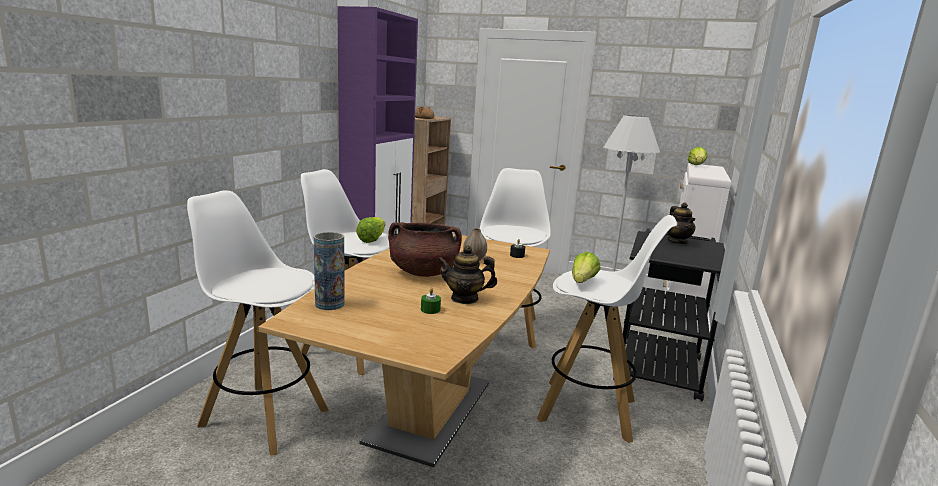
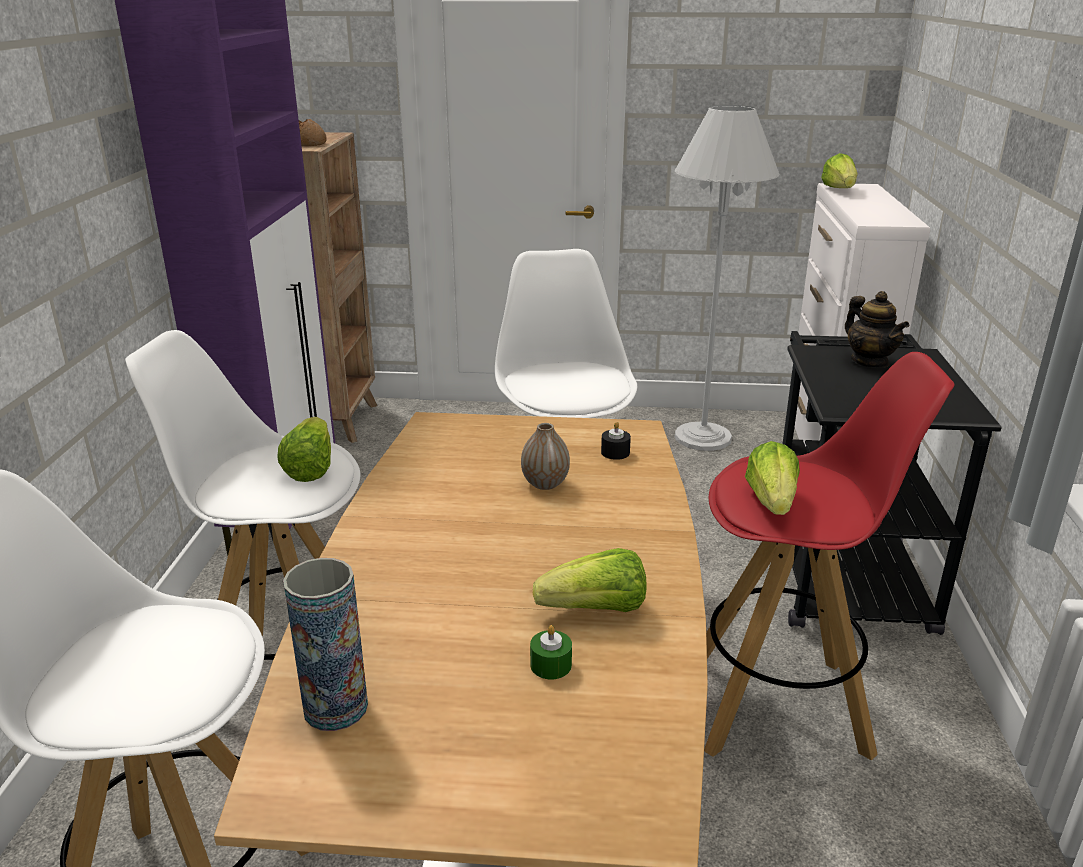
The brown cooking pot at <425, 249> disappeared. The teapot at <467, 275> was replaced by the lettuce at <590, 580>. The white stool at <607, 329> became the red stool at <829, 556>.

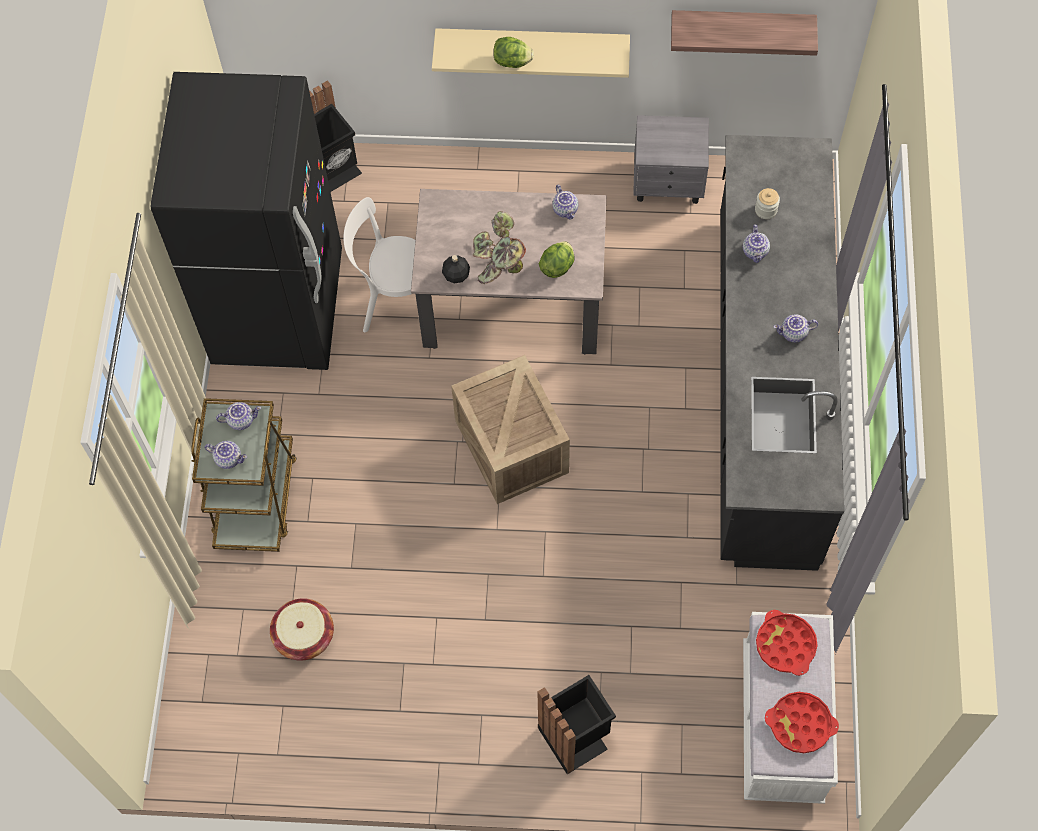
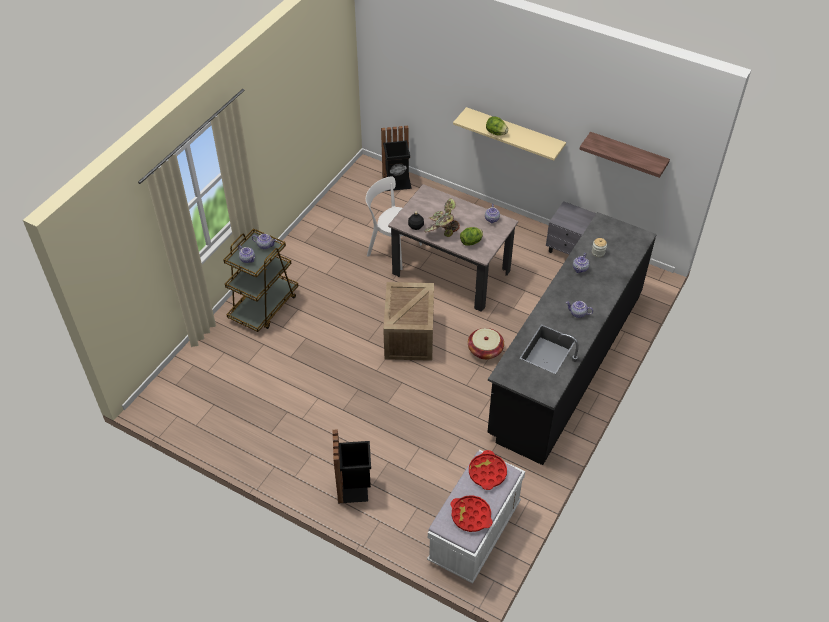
The black fridge at <246, 221> disappeared. The basket moved from <302, 629> to <486, 344>.

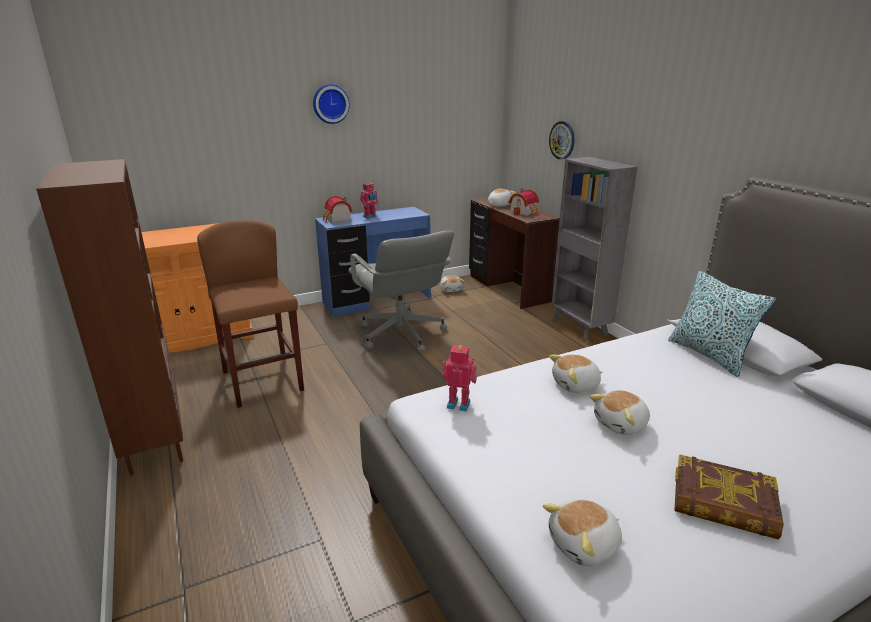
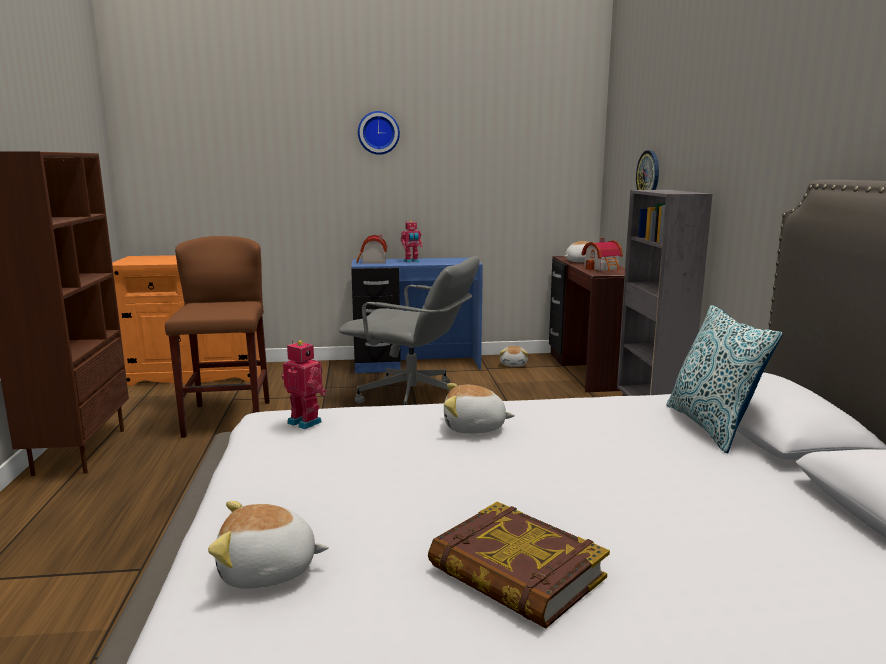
The plush toy at <620, 412> disappeared. The grey office chair at <401, 291> turned 60 degrees counterclockwise.

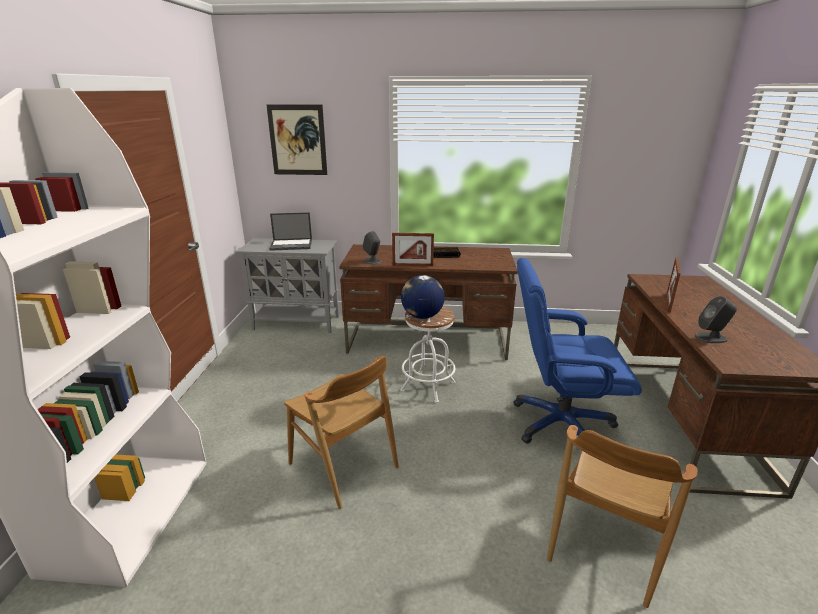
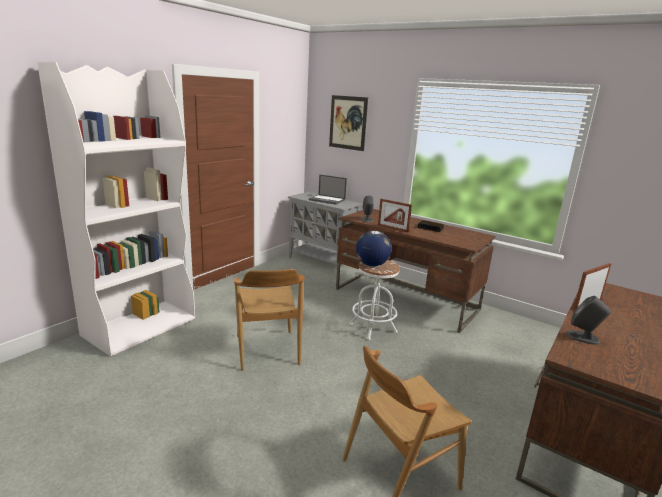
The blue office chair at <577, 351> disappeared.

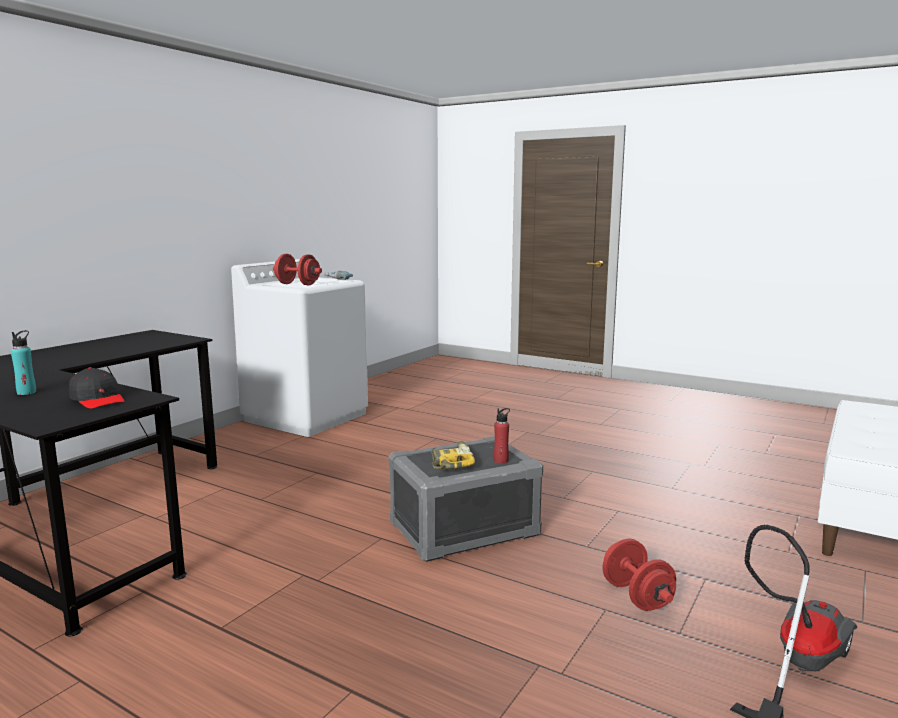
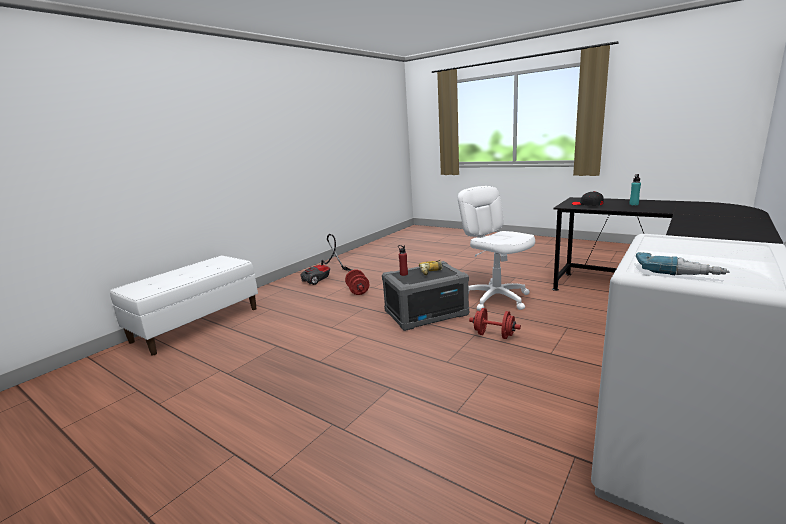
The white office chair at <496, 248> appeared. The red dumbbell moved from <297, 269> to <495, 323>.

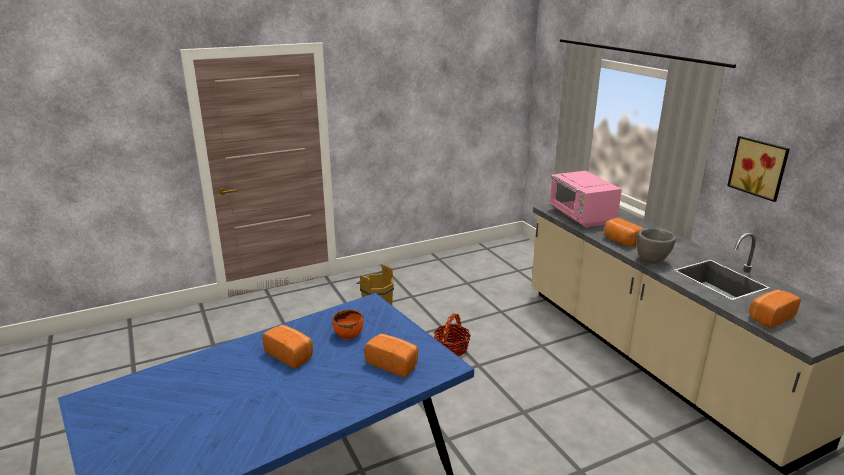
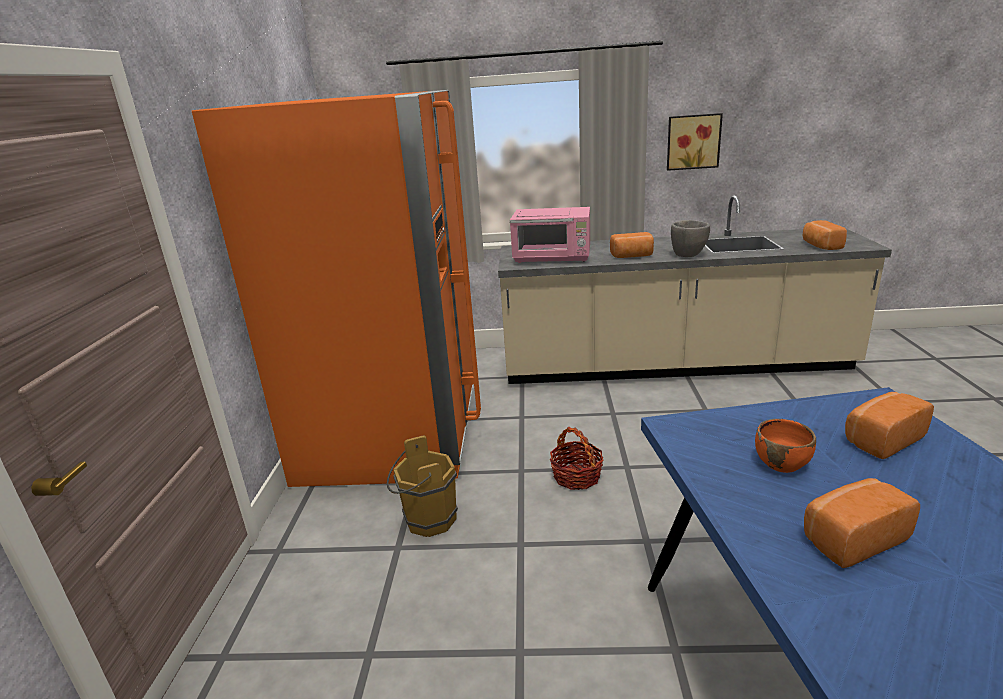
The orange fridge at <336, 288> appeared.

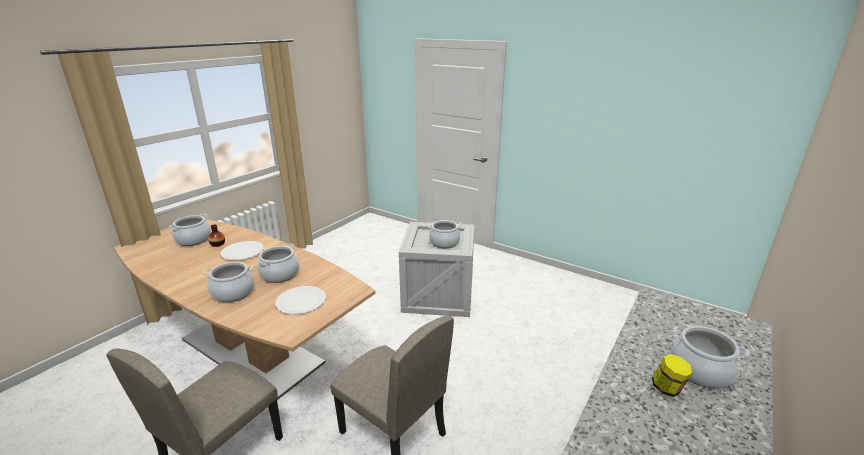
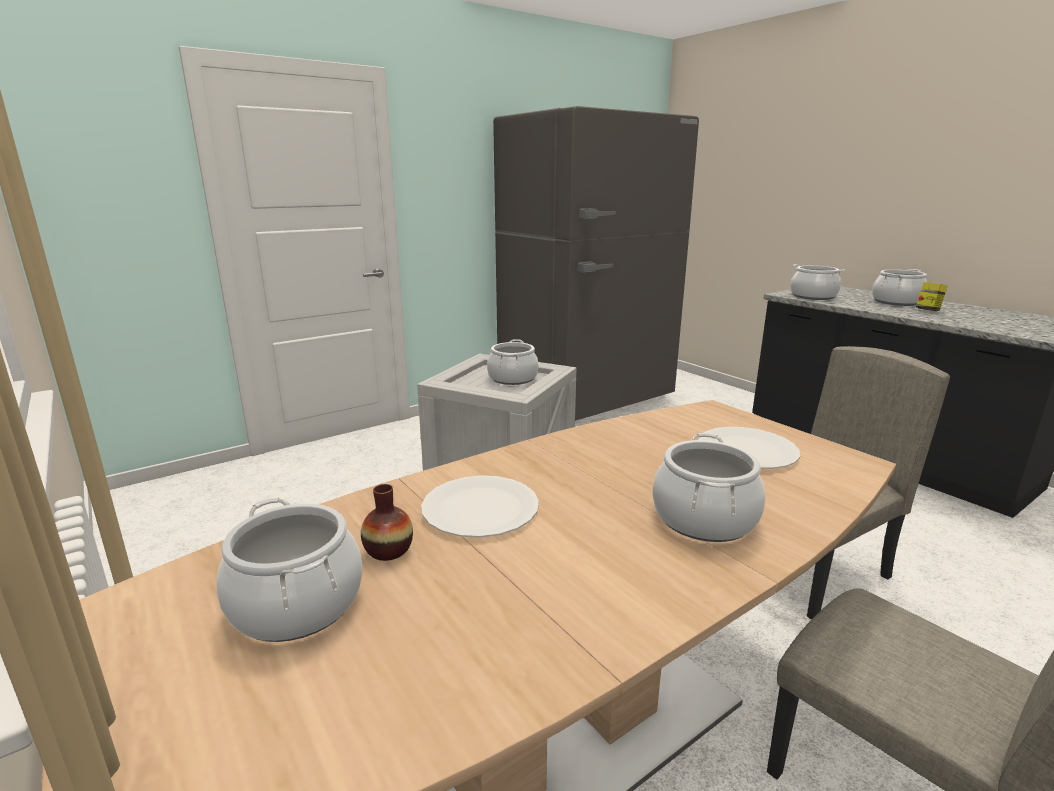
The grey fridge at <596, 263> appeared. The cooking pot moved from <278, 263> to <817, 282>.

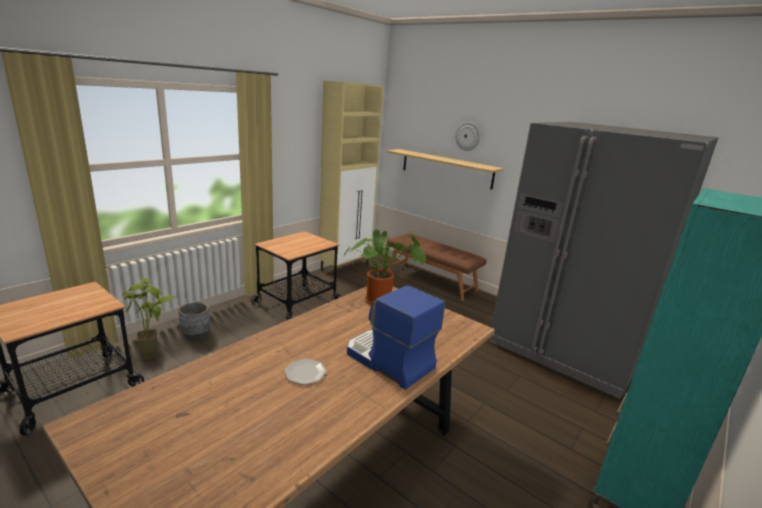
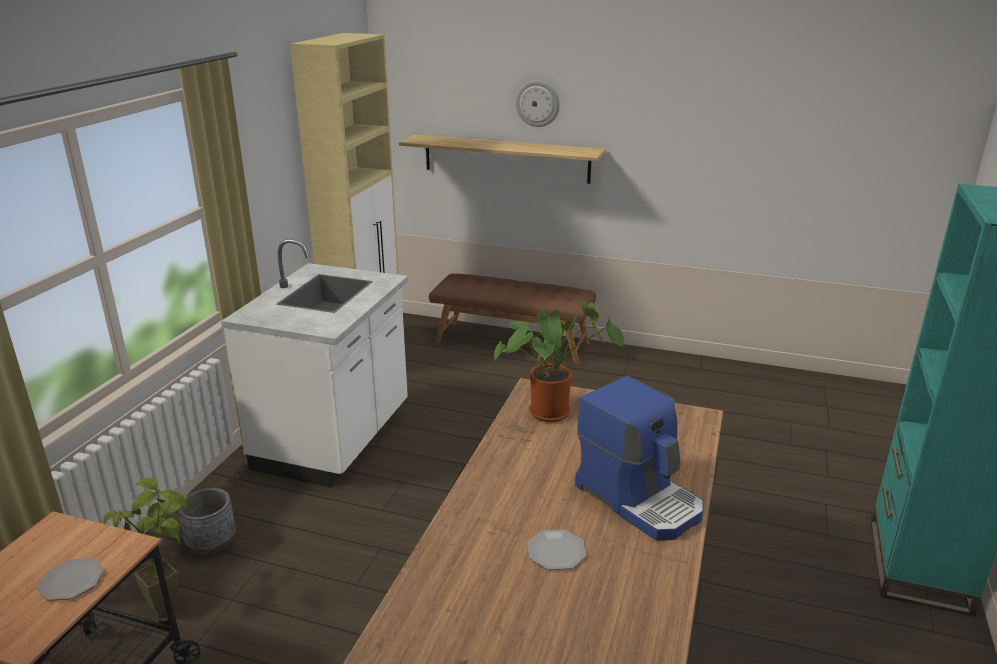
The grey fridge at <604, 260> disappeared. The plate at <70, 579> appeared. The cart at <296, 275> was replaced by the white counter at <314, 363>. The coffee machine at <396, 338> turned 150 degrees counterclockwise.

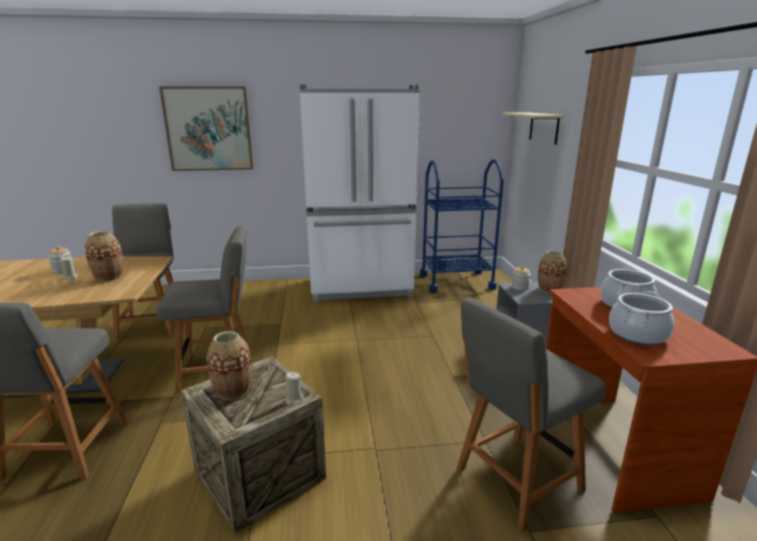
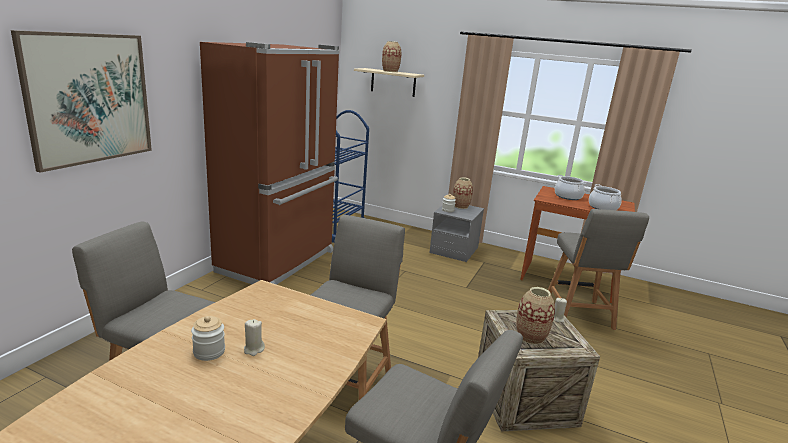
The vase moved from <104, 256> to <391, 56>. The white fridge at <360, 193> became the brown fridge at <269, 163>.

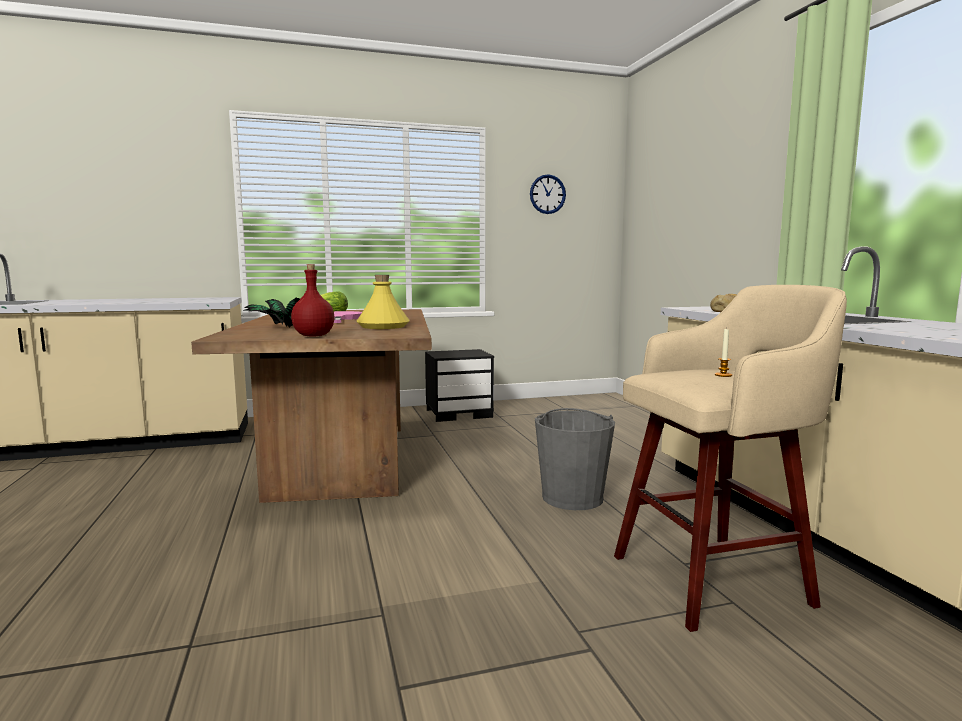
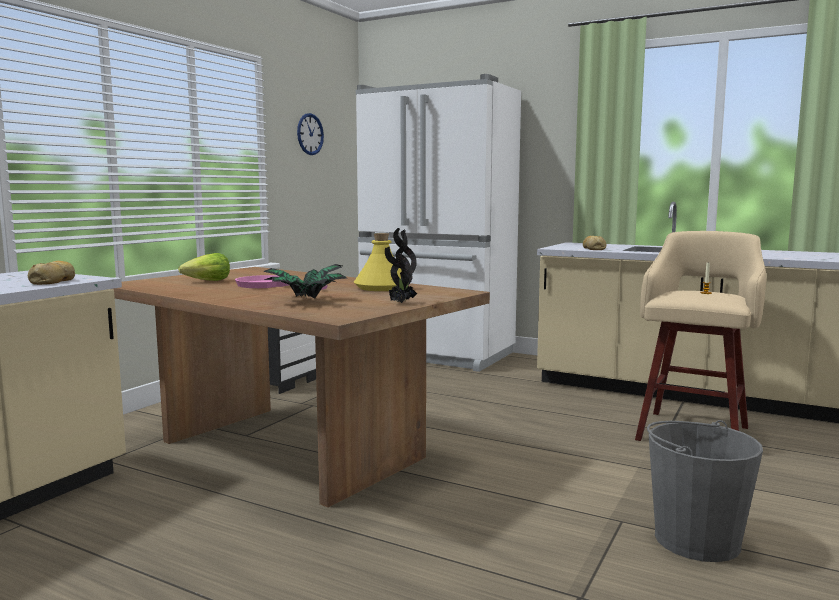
The bread at <51, 273> appeared. The white fridge at <438, 223> appeared. The grey bucket moved from <575, 459> to <705, 491>. The red bottle at <313, 300> was replaced by the potted plant at <401, 265>.

